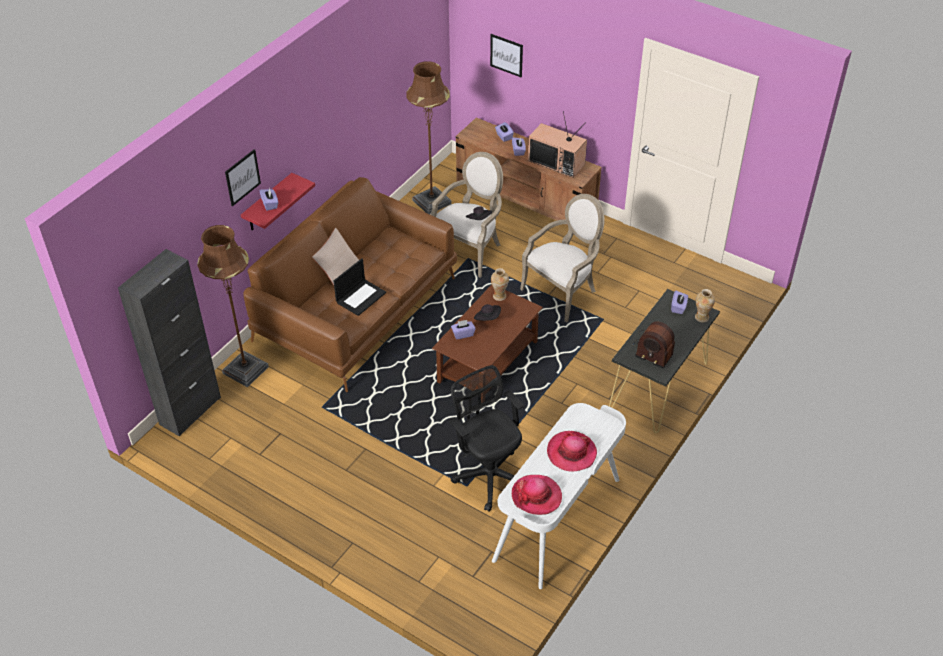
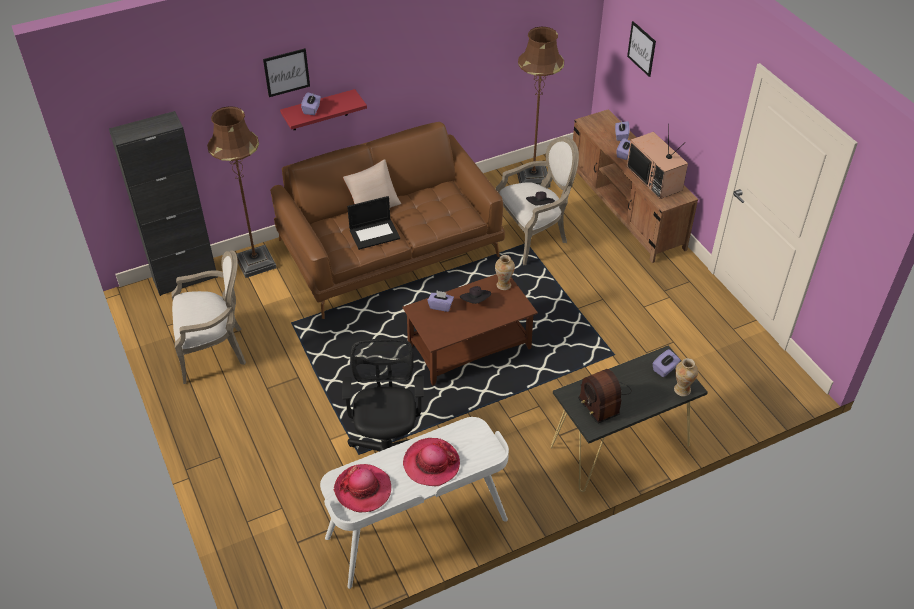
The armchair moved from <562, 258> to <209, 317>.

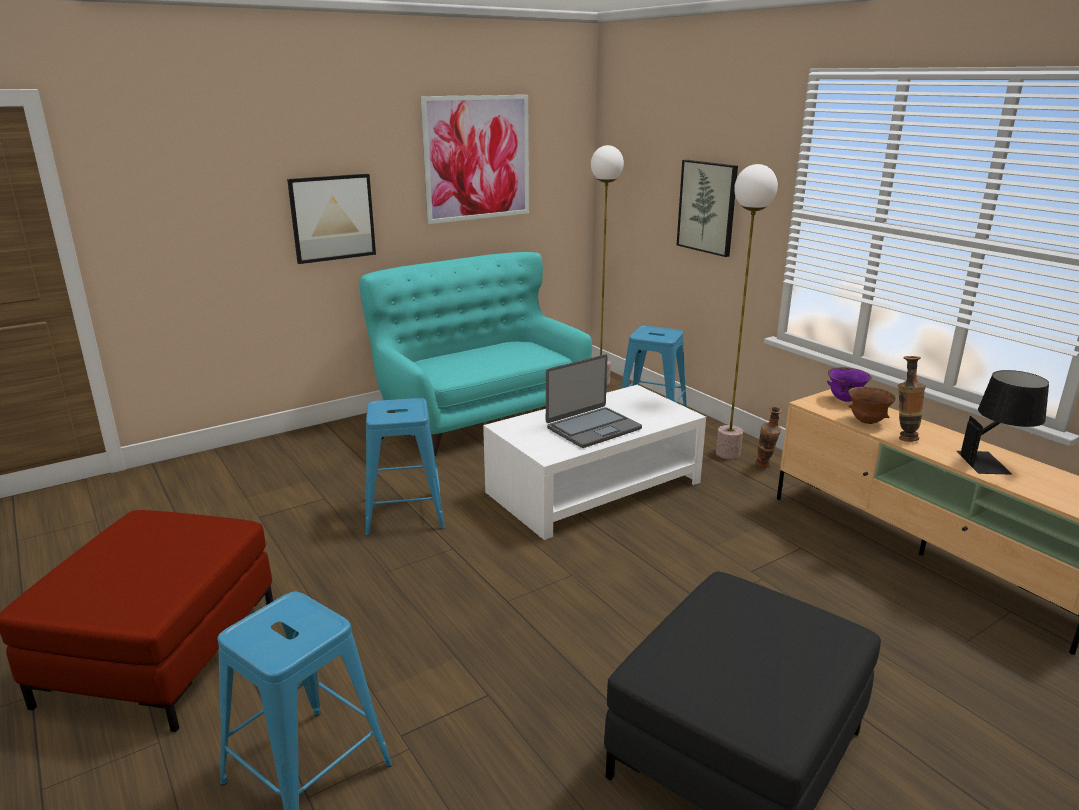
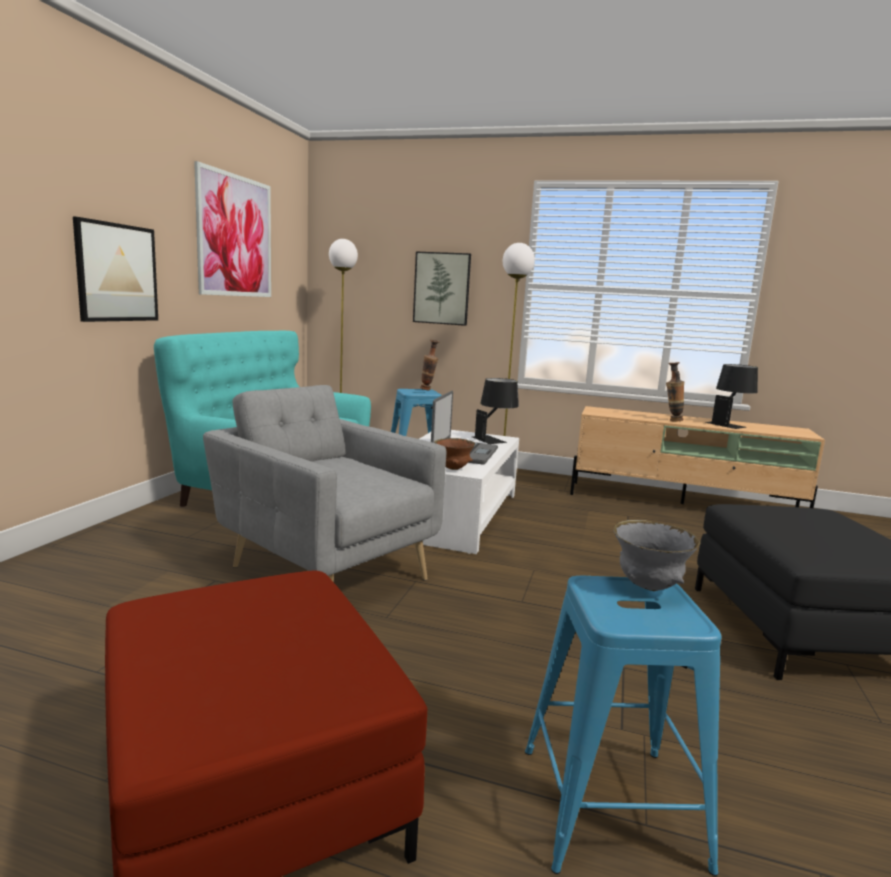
The purple bowl at <849, 384> disappeared. The black table lamp at <495, 411> appeared. The grey bowl at <656, 555> appeared. The vase moved from <769, 437> to <429, 365>. The brown bowl moved from <872, 405> to <454, 454>. The blue stool at <405, 467> was replaced by the grey armchair at <324, 483>.

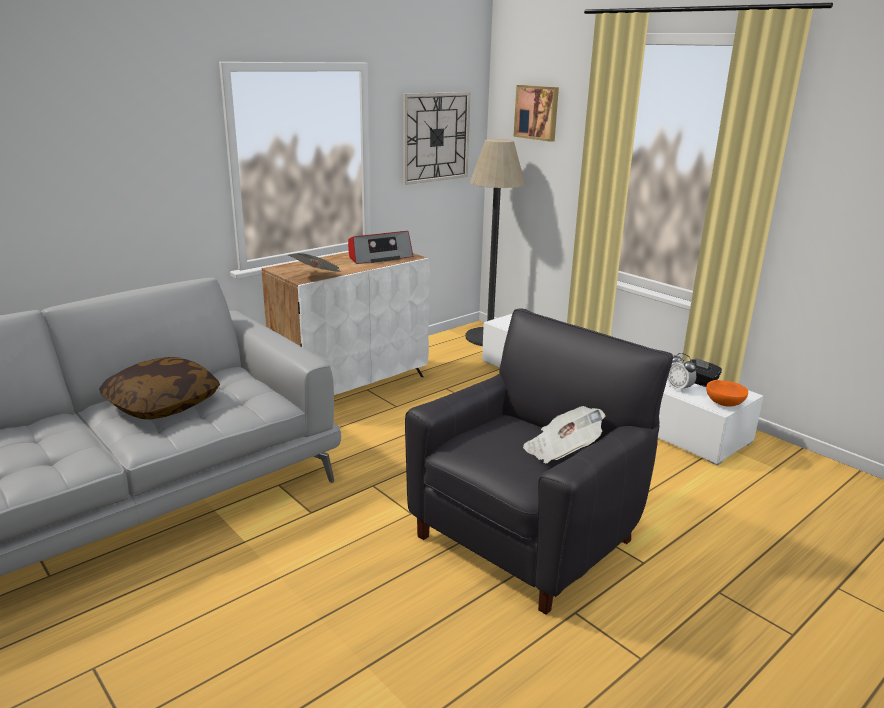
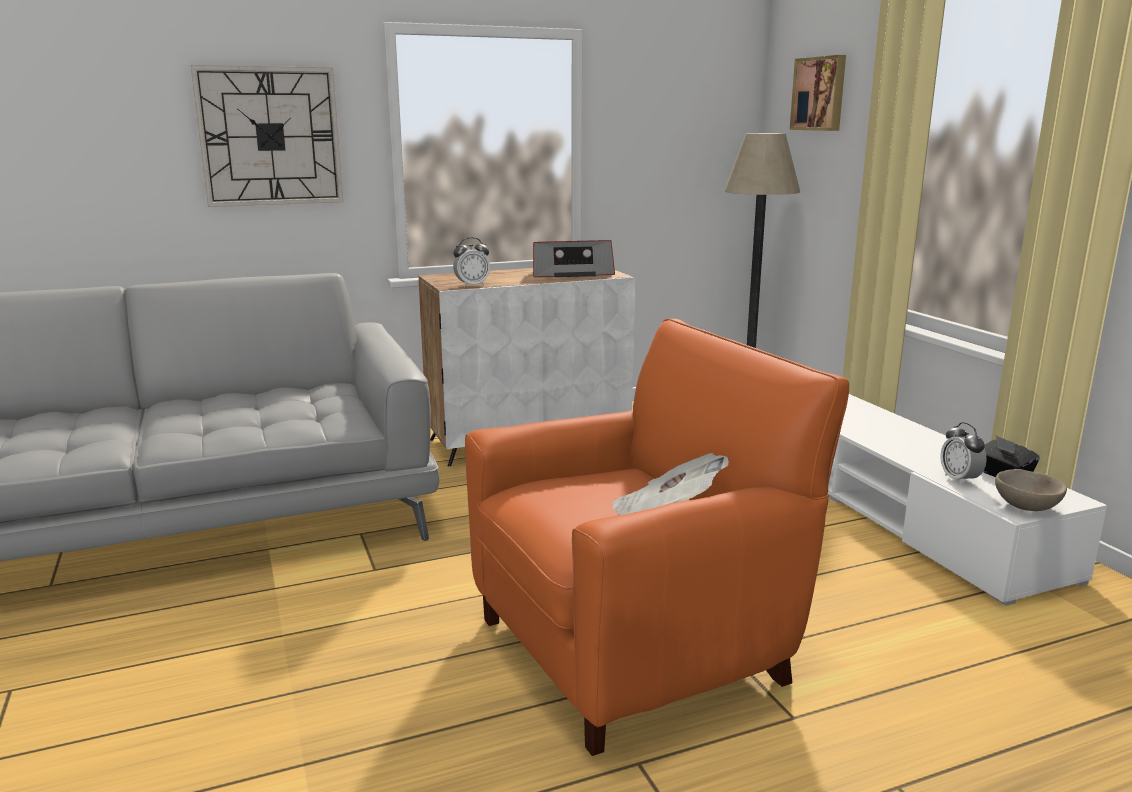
The pillow at <159, 388> disappeared. The wall clock moved from <436, 138> to <267, 136>. The newspaper at <314, 262> was replaced by the alarm clock at <471, 262>. The black armchair at <539, 461> became the orange armchair at <657, 537>. The orange bowl at <727, 393> became the beige bowl at <1031, 490>.

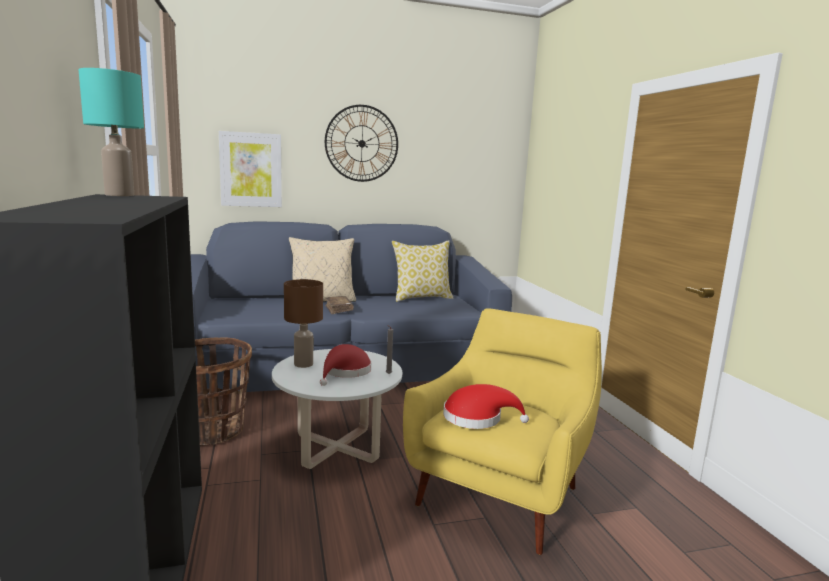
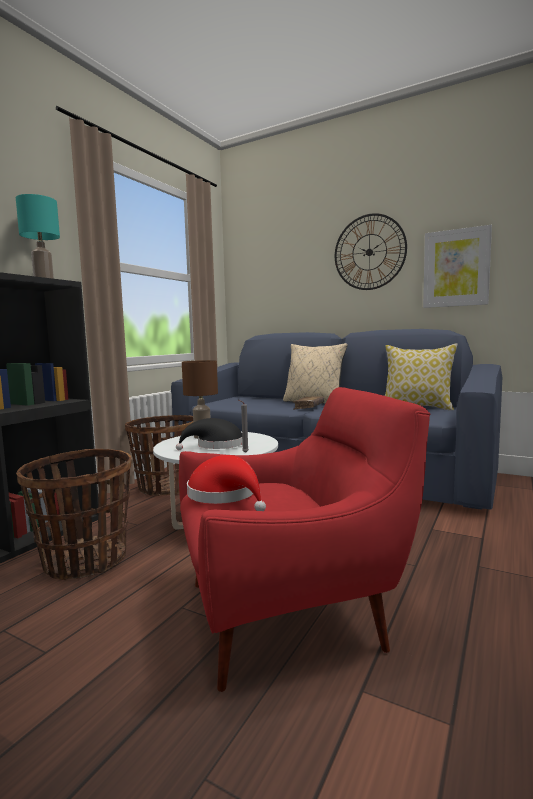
The basket at <74, 514> appeared. The picture moved from <250, 169> to <457, 266>. The red hat at <345, 365> became the black hat at <209, 434>. The yellow armchair at <502, 431> became the red armchair at <305, 539>.

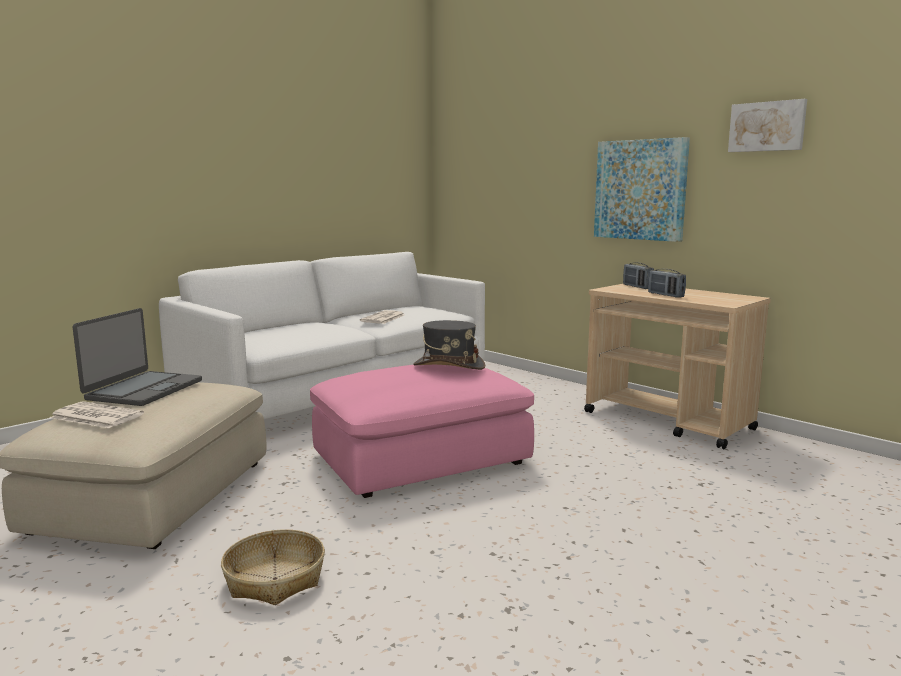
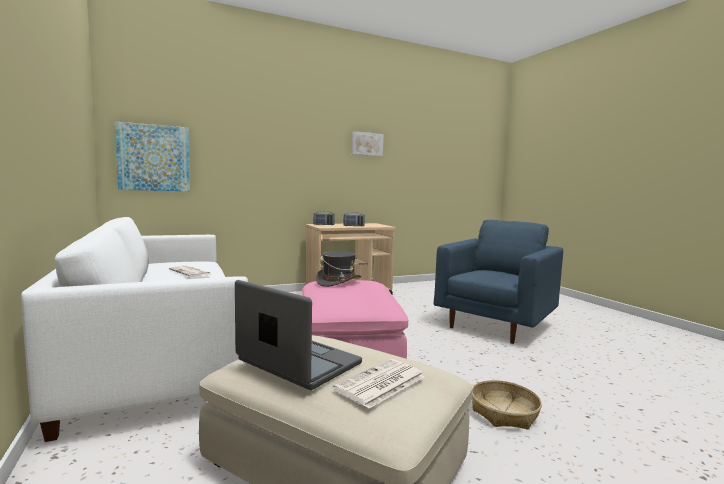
The blue armchair at <498, 282> appeared. The picture moved from <642, 189> to <152, 156>.

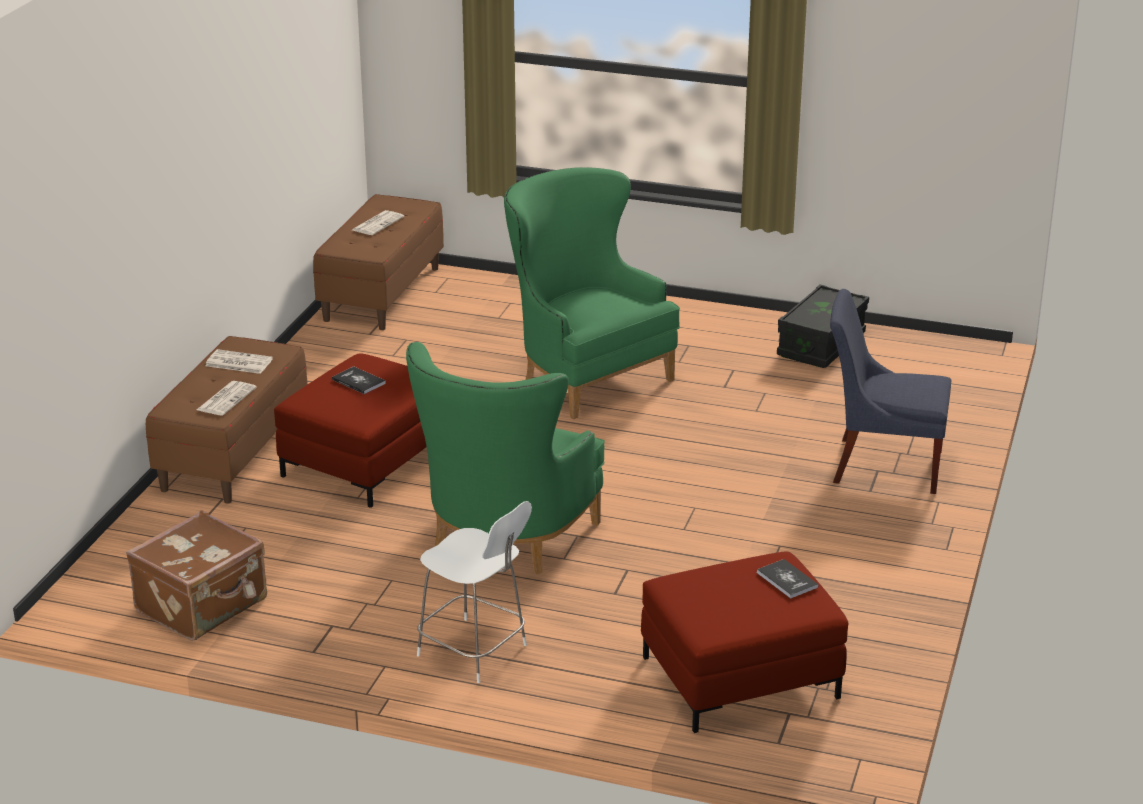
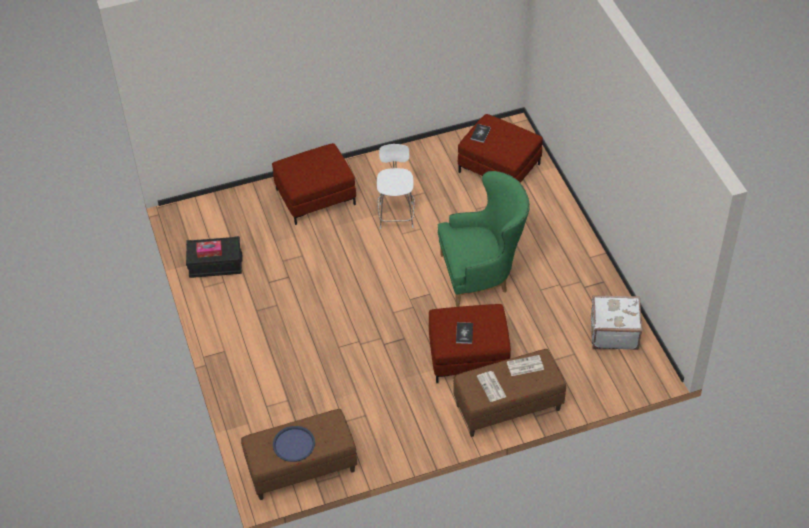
The green armchair at <592, 293> disappeared. The tissue box at <209, 249> appeared. The white chair moved from <474, 592> to <396, 186>. The newspaper at <378, 222> was replaced by the blue tray at <294, 444>. The blue chair at <891, 391> was replaced by the red ottoman at <314, 184>. The brown suitcase at <196, 575> became the white suitcase at <617, 322>.

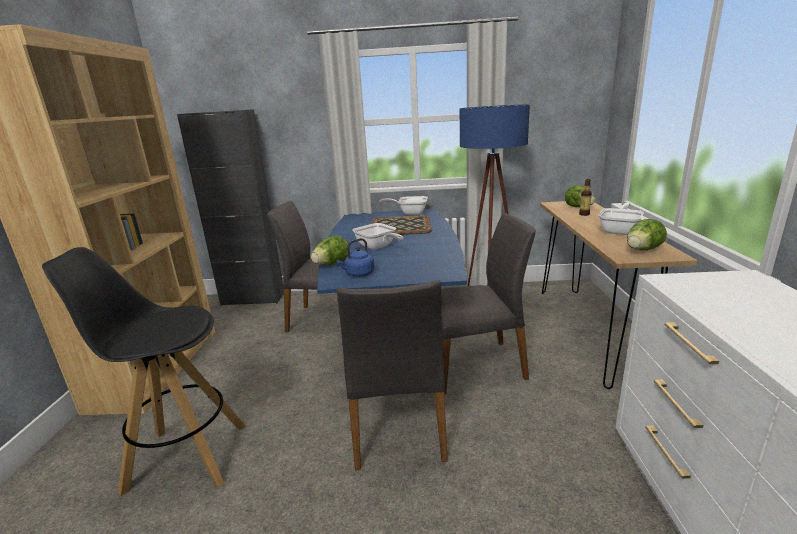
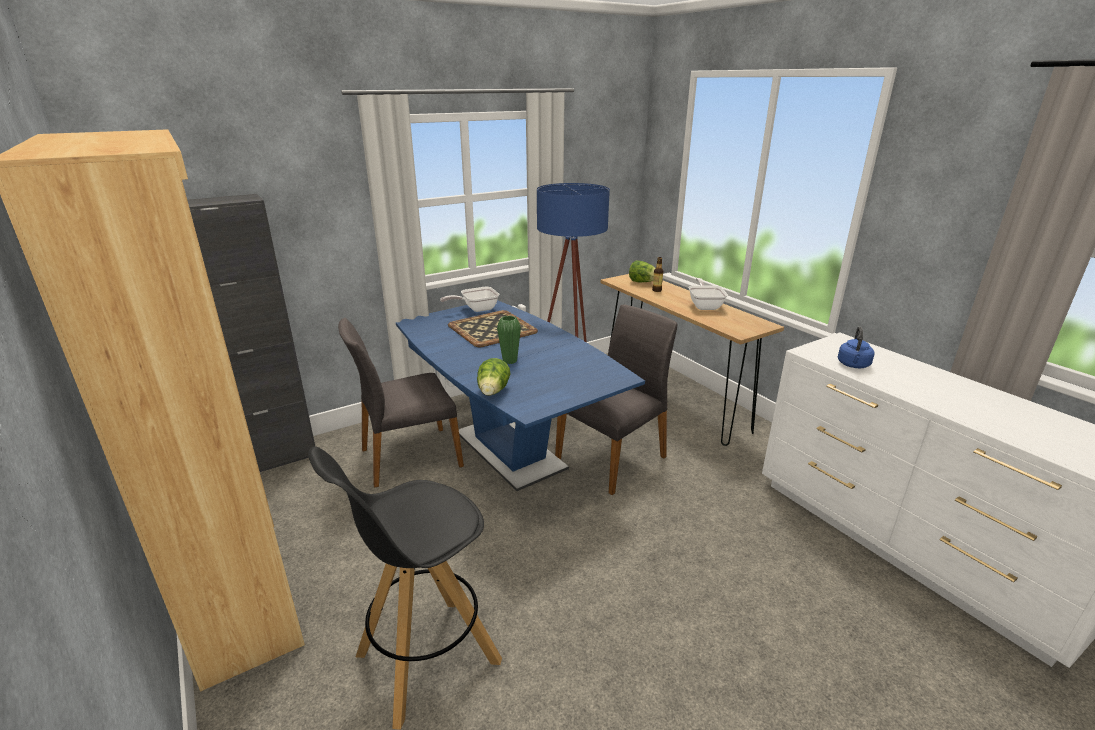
The grey chair at <392, 375> disappeared. The lettuce at <647, 234> disappeared. The blue kettle moved from <356, 257> to <856, 347>. The frying pan at <378, 236> was replaced by the green vase at <509, 340>.

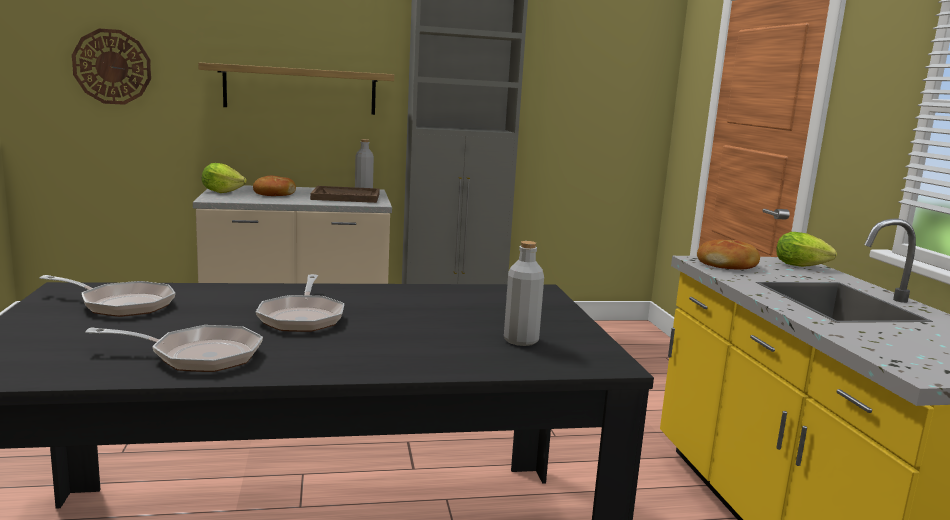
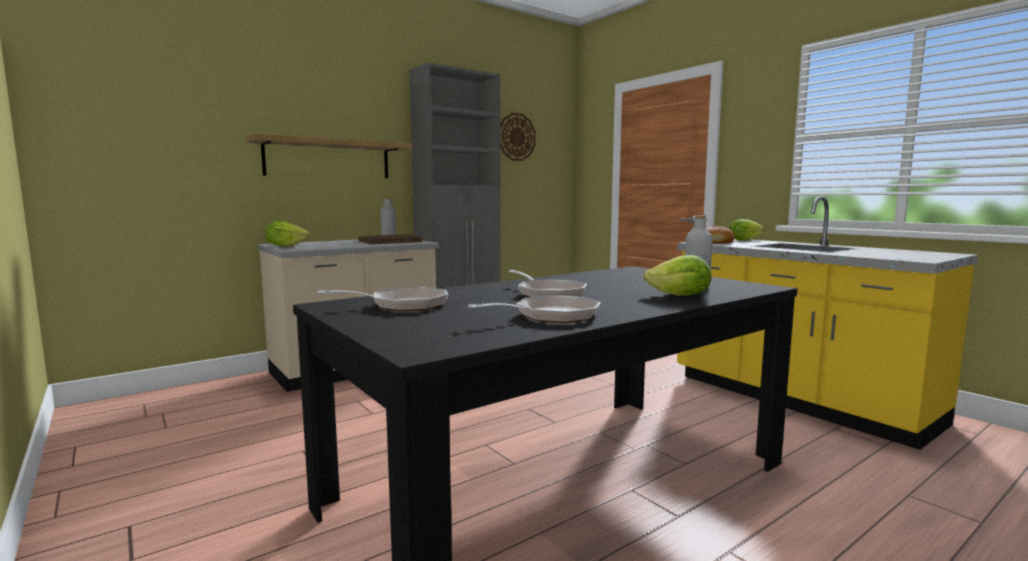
The bread at <274, 186> disappeared. The lettuce at <677, 275> appeared. The wall clock moved from <111, 67> to <518, 137>.

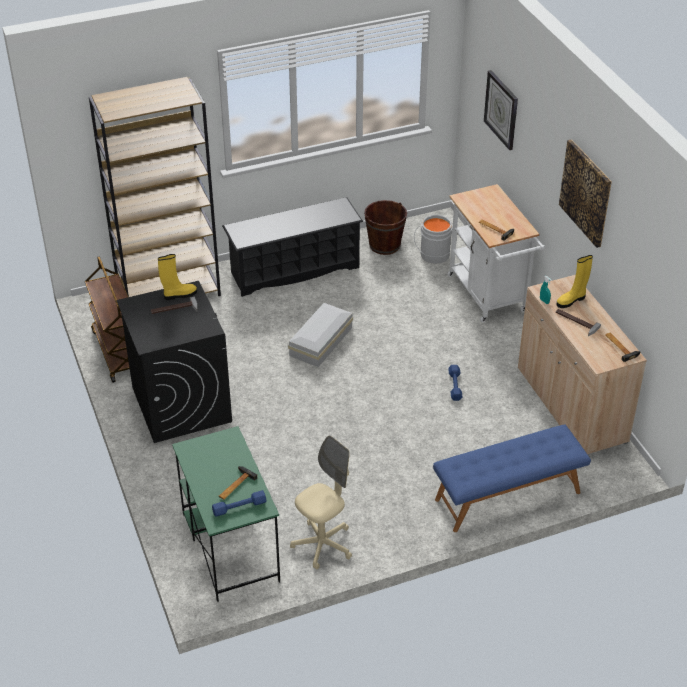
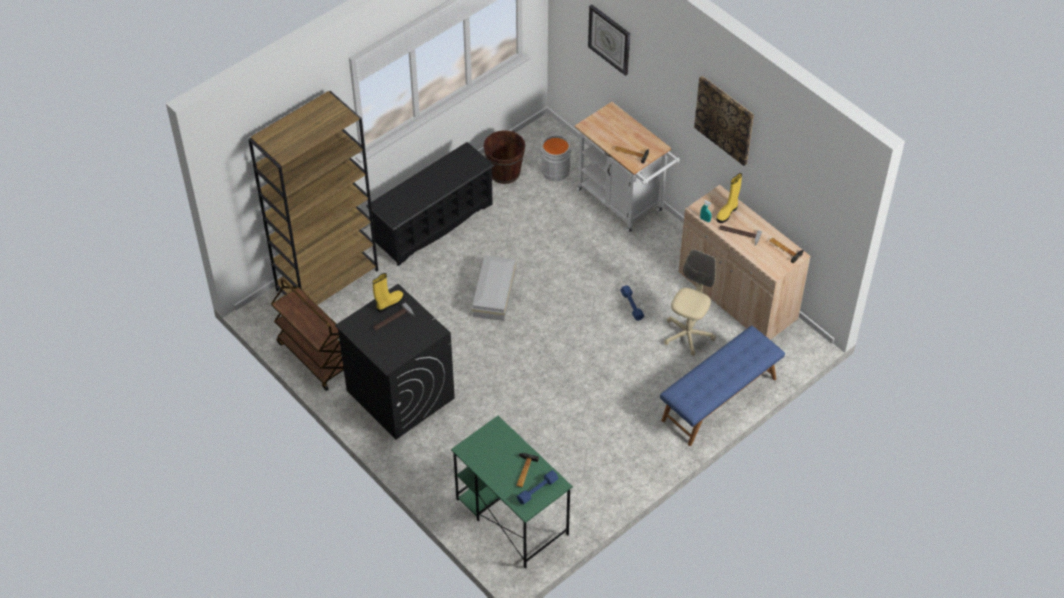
The beige office chair moved from <321, 502> to <690, 302>.

